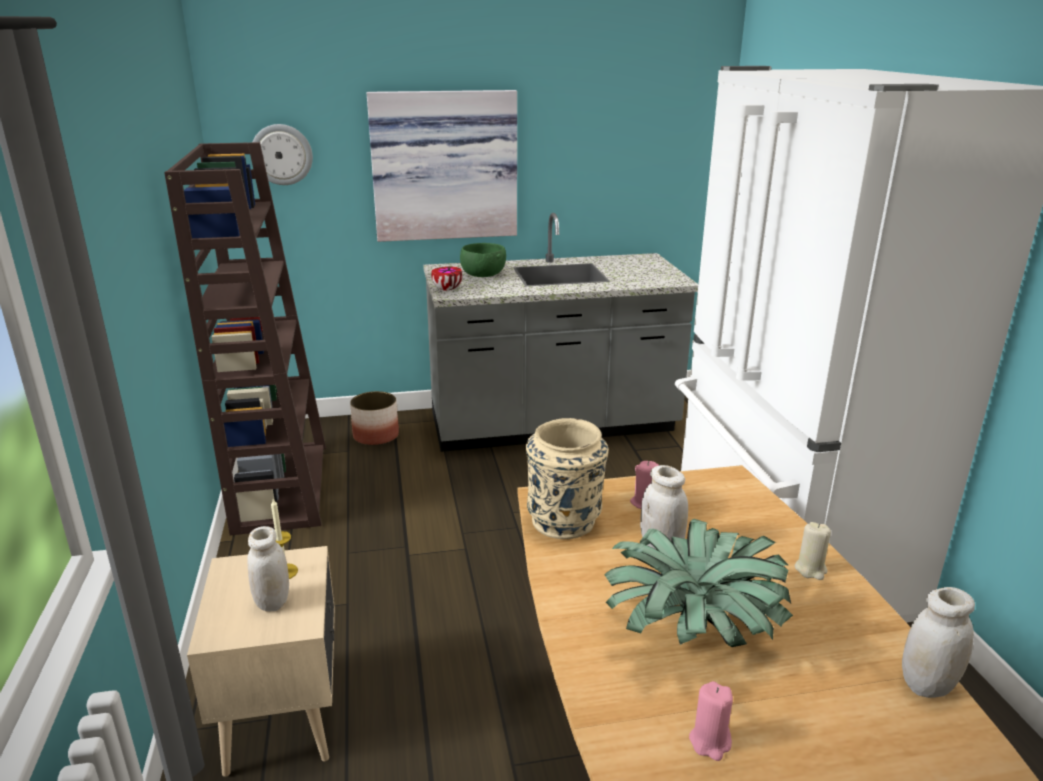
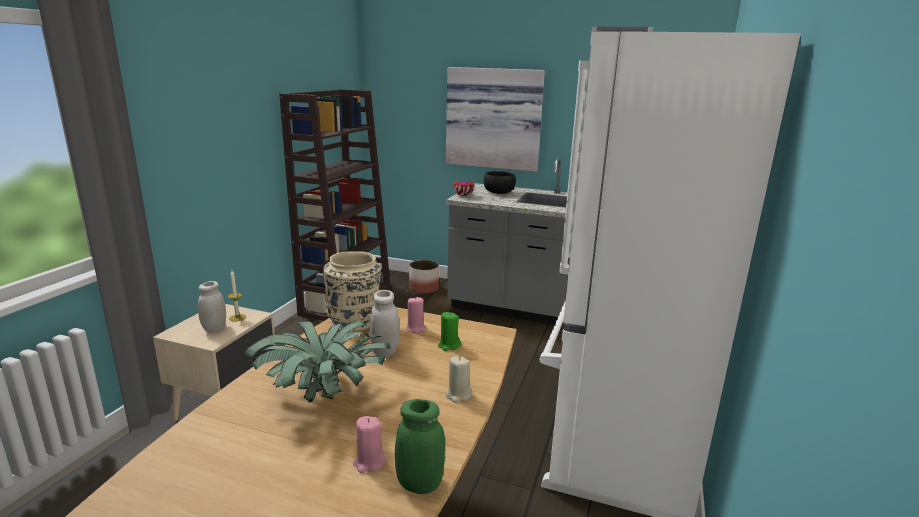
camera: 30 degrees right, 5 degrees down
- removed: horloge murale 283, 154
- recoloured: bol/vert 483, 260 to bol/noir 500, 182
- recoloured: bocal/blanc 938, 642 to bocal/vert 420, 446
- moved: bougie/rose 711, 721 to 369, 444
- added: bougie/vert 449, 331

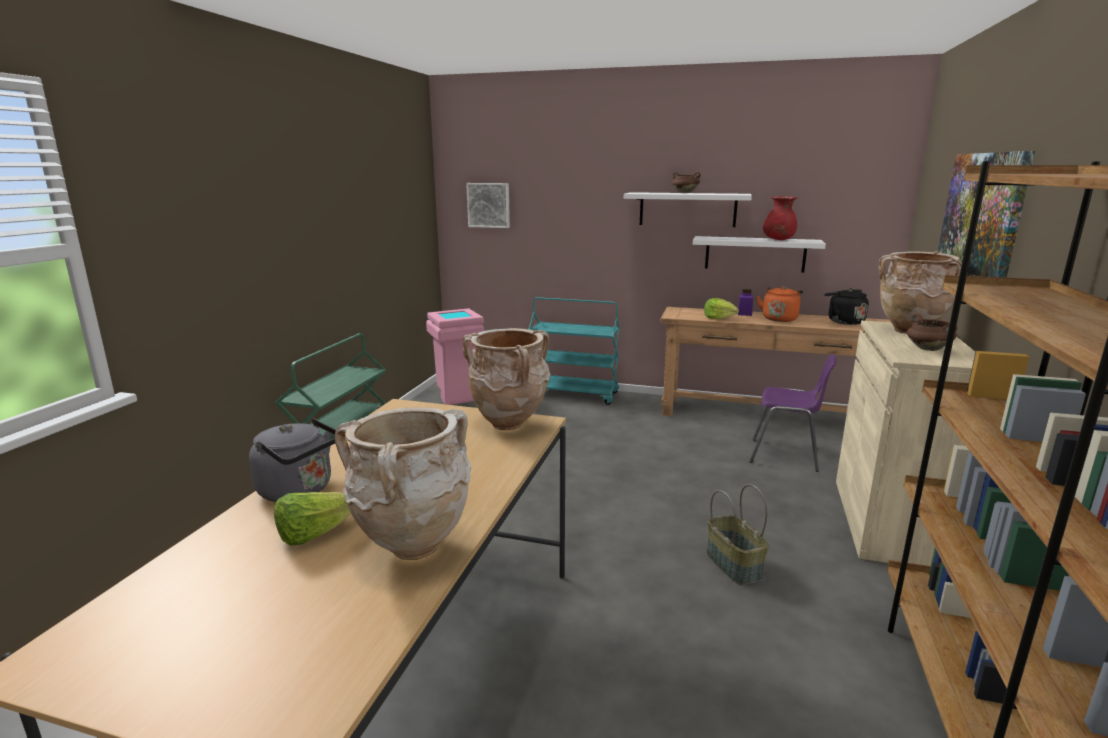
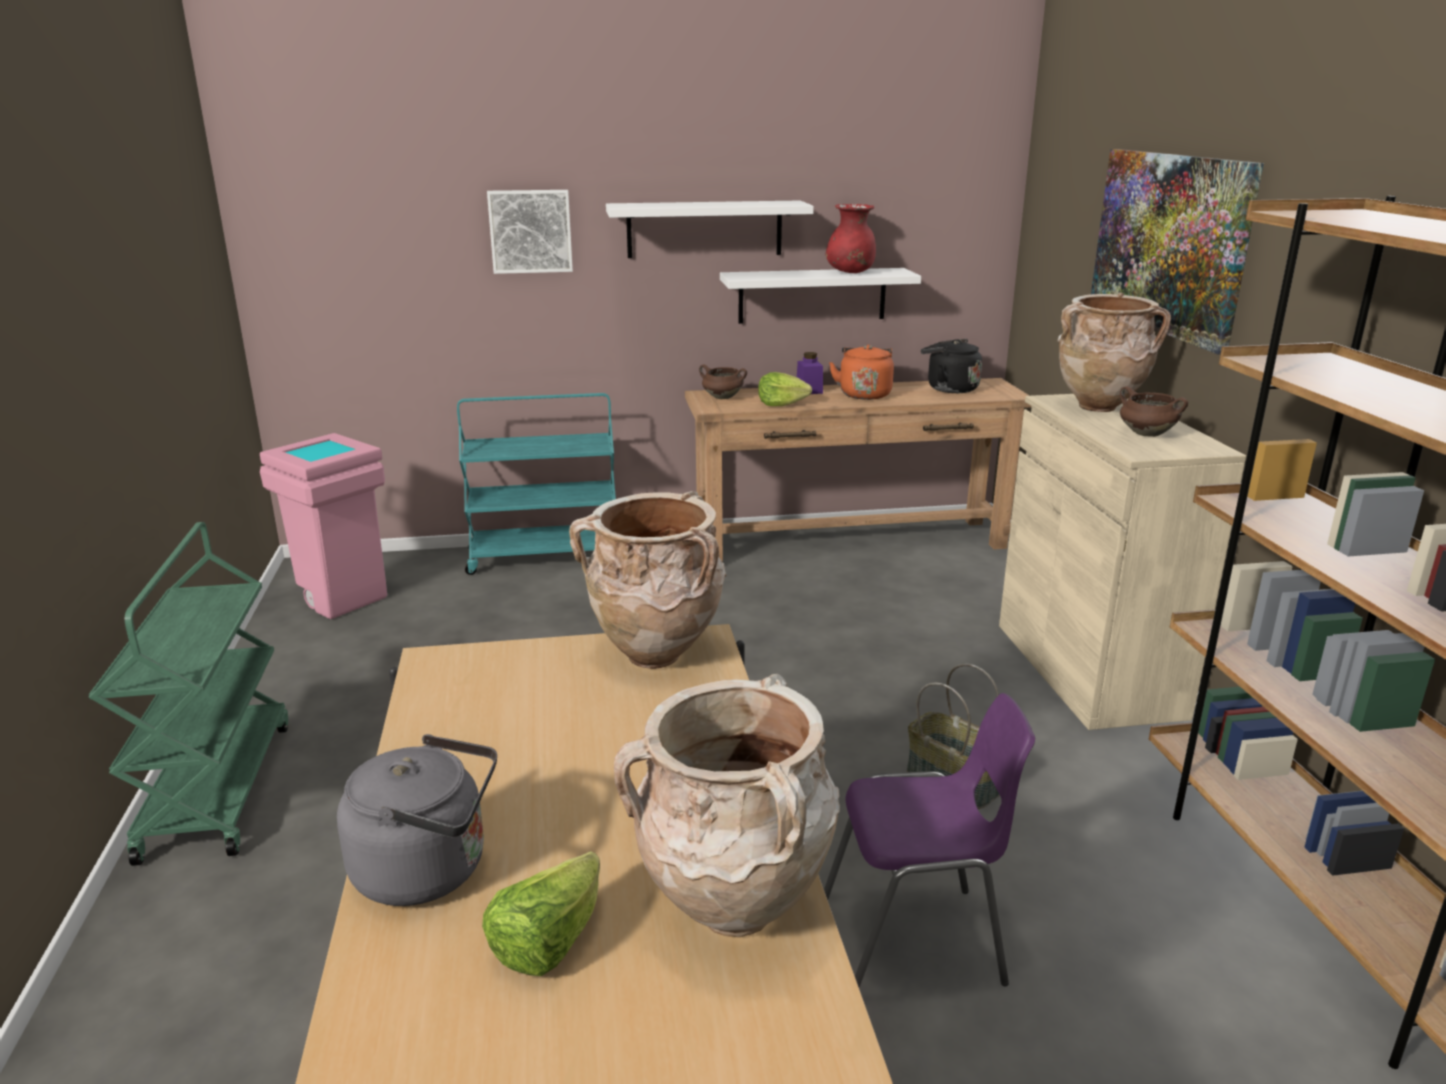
camera: 25 degrees left, 5 degrees up
- moved: marmite/marron 686, 182 to 723, 382
- moved: tableau 488, 205 to 530, 232
- moved: chaise/violet 792, 413 to 929, 840

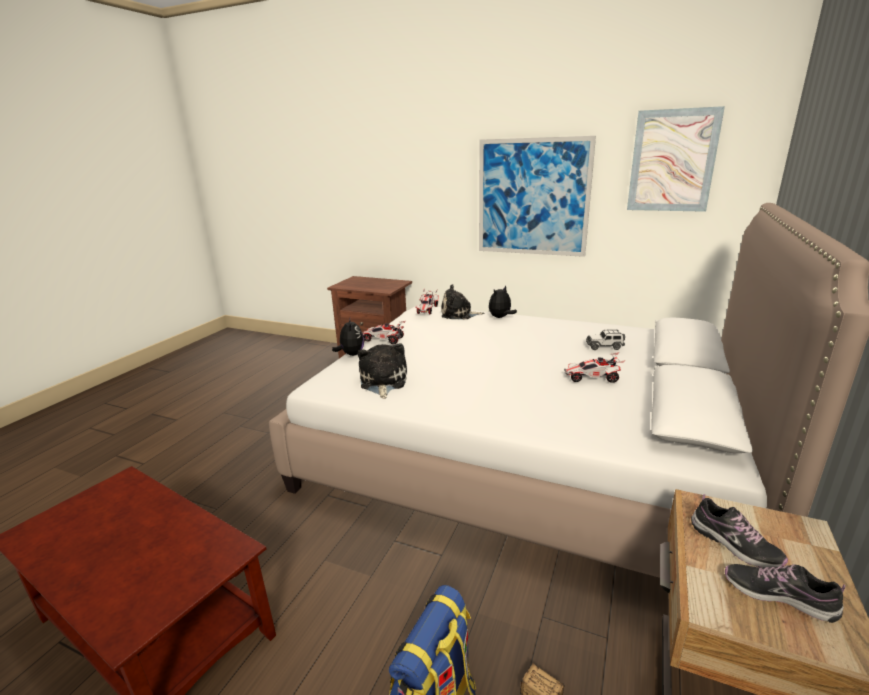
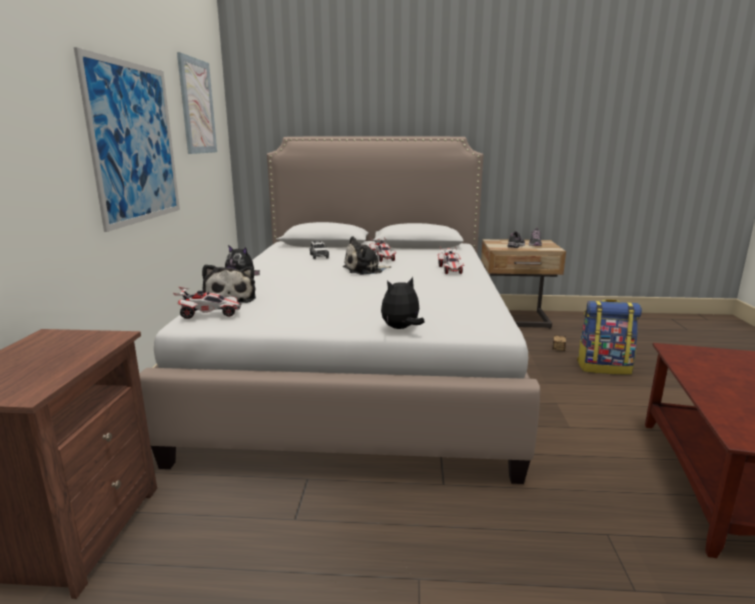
camera: 110 degrees left, 5 degrees down
- moved: petite voiture 384, 332 to 451, 260
- moved: peluche 382, 371 to 367, 255

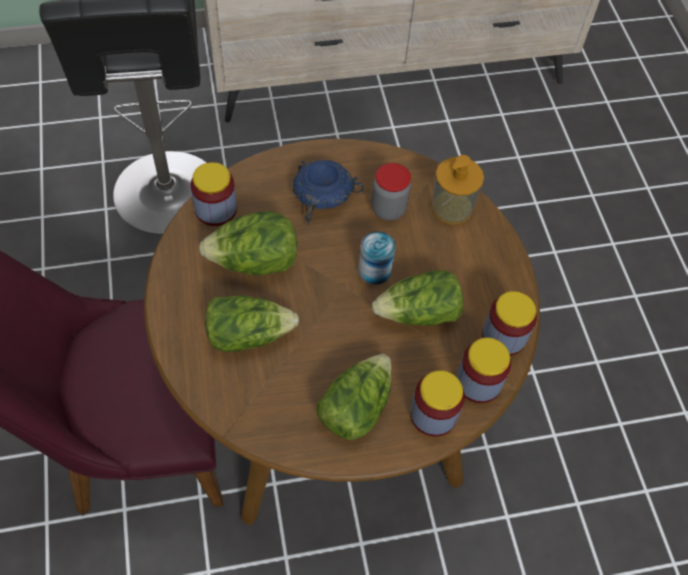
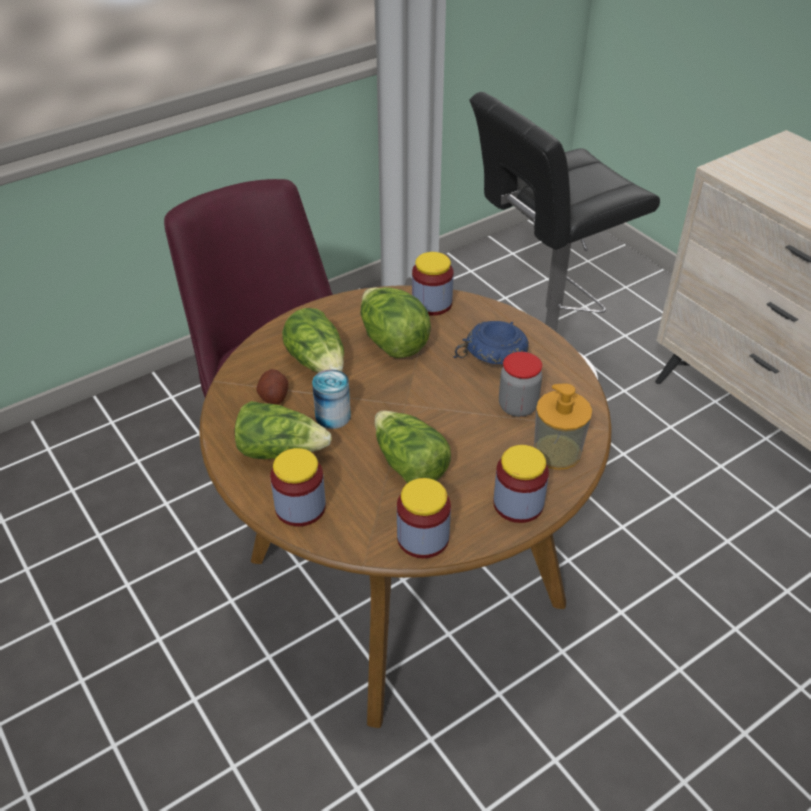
camera: 70 degrees right, 15 degrees down
- moved: boîte métallique 376, 258 to 331, 399
- moved: bocal 483, 370 to 521, 484
- added: pomme de terre 272, 387

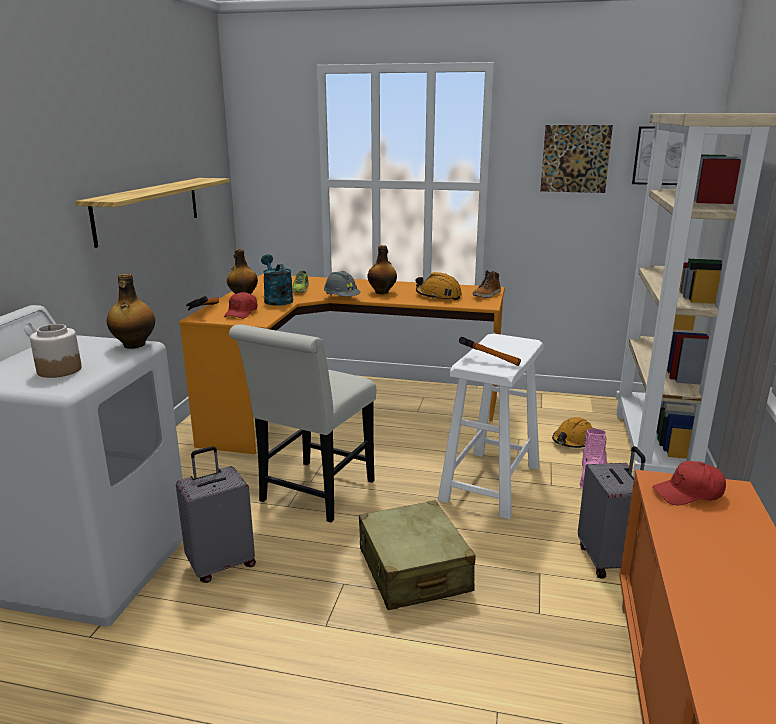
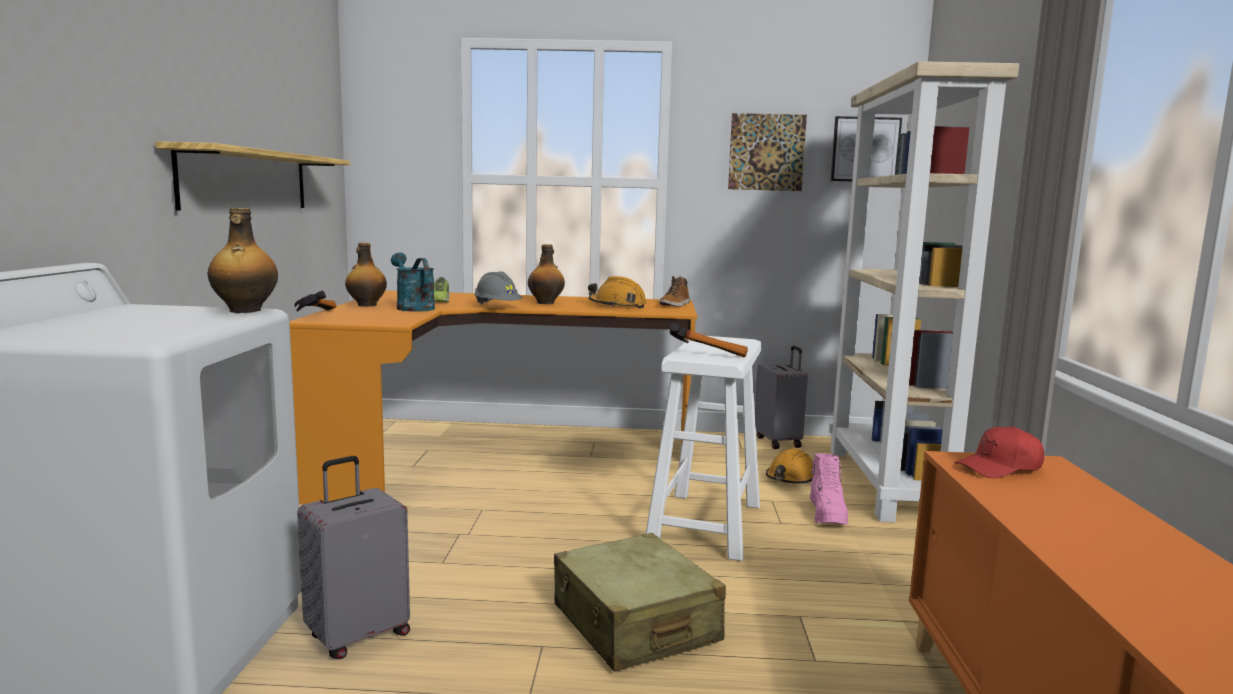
camera: 10 degrees left, 10 degrees down
- removed: casquette/rouge 240, 305
- removed: bocal 56, 351
- removed: chaise/blanc 302, 424
- moved: valise/gris 612, 512 to 781, 397

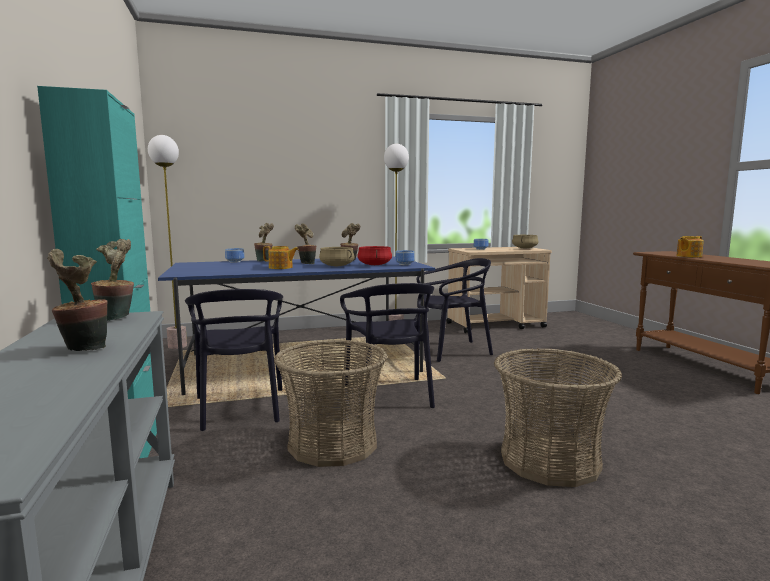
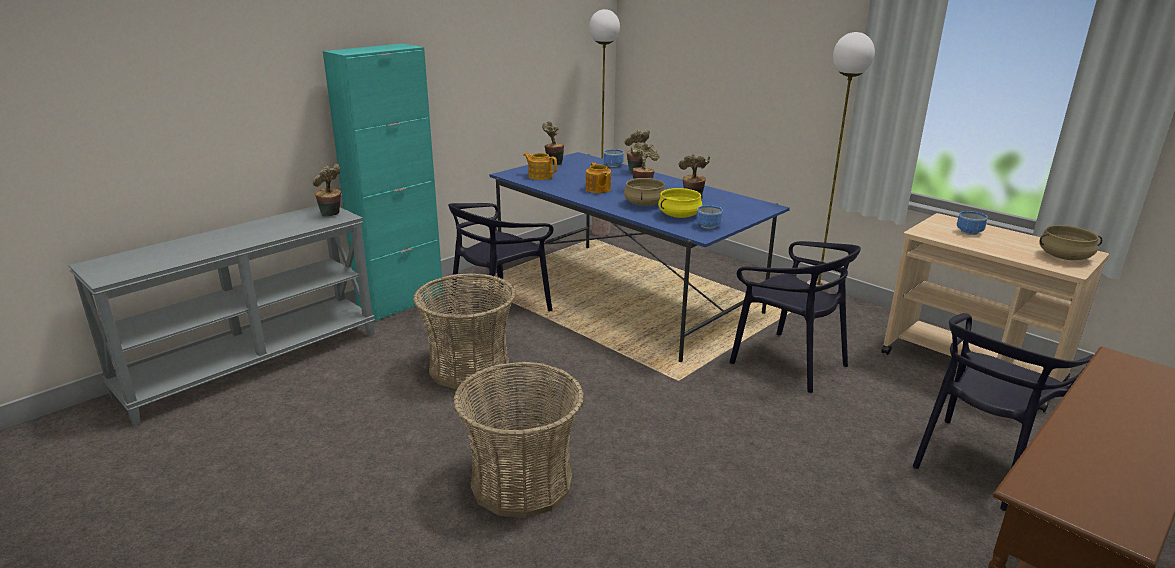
camera: 60 degrees right, 15 degrees up
- moved: théière 690, 246 to 540, 166
- recoloured: marmite/rouge 374, 255 to marmite/jaune 680, 203
- moved: plante en pot 78, 300 to 553, 143
- moved: chaise/noir 387, 348 to 1003, 412

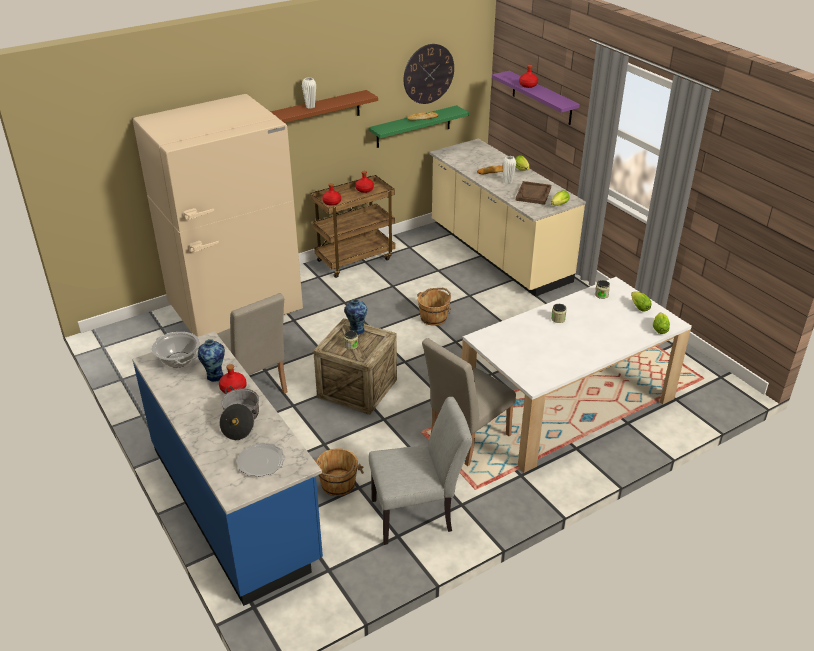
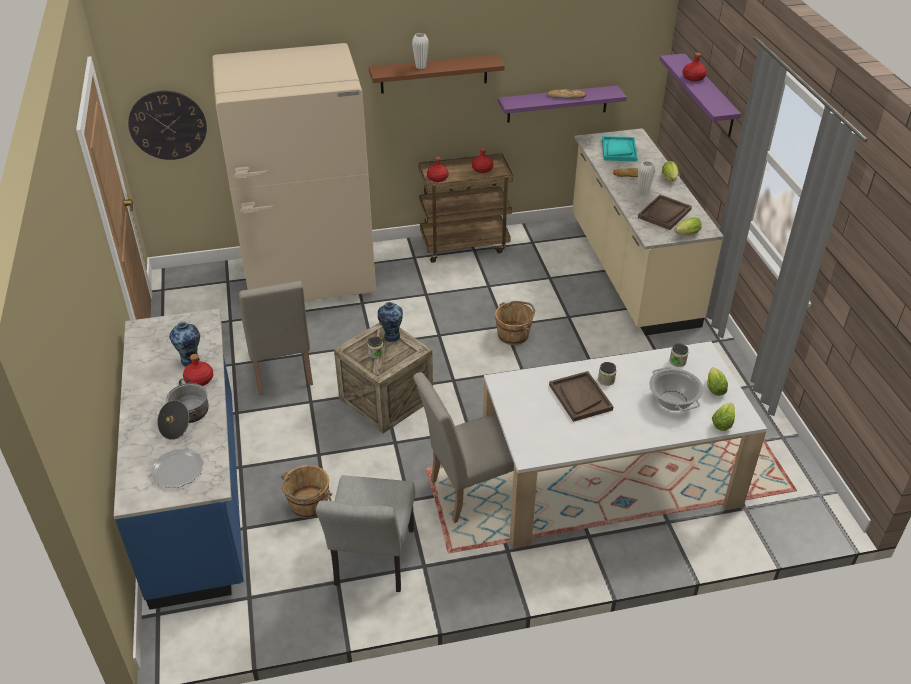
camera: 20 degrees right, 5 degrees up
- moved: horloge murale 429, 74 to 167, 125
- recoloured: étagère/vert 419, 126 to étagère/violet 562, 104
- moved: marmite 176, 350 to 676, 389
- turned: chaise/gris 420, 471 = 365, 533 90 degrees clockwise
- added: plateau/turquoise 620, 148
- added: plateau/marron 581, 396

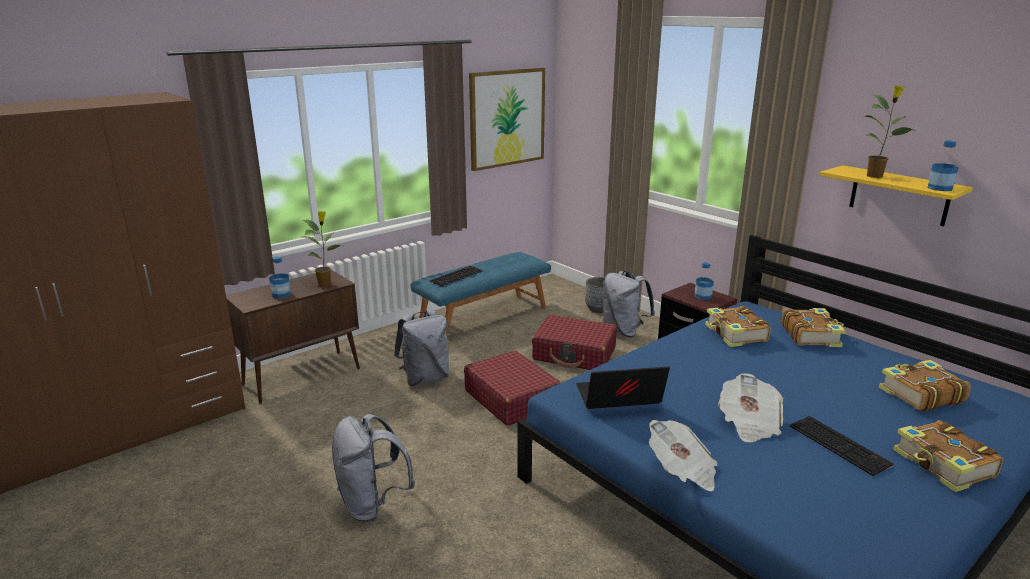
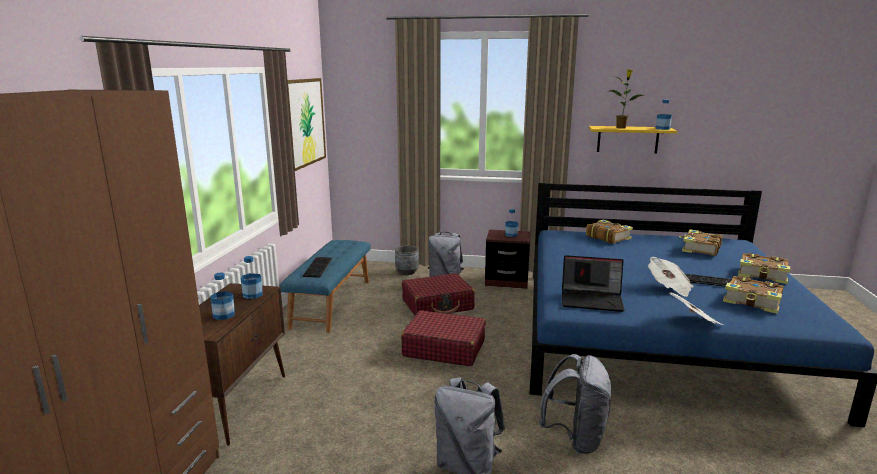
camera: 40 degrees left, 5 degrees down
- replaced: plante en pot 323, 249 to bouteille 252, 277
- moved: livre 738, 326 to 753, 295
- moved: sac à dos/gris 421, 348 to 575, 404
- turned: ordinateur portable 623, 388 = 593, 283 120 degrees counterclockwise

